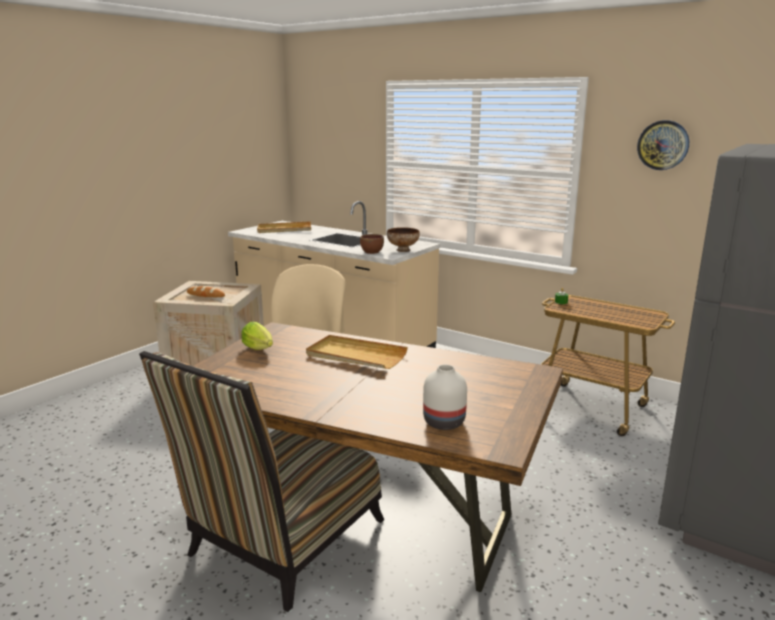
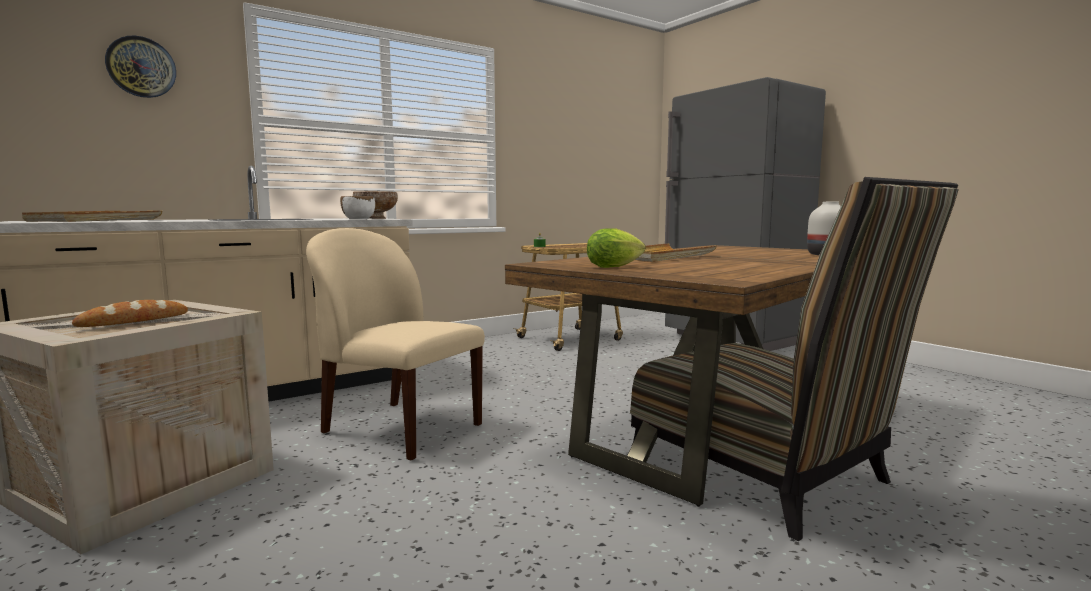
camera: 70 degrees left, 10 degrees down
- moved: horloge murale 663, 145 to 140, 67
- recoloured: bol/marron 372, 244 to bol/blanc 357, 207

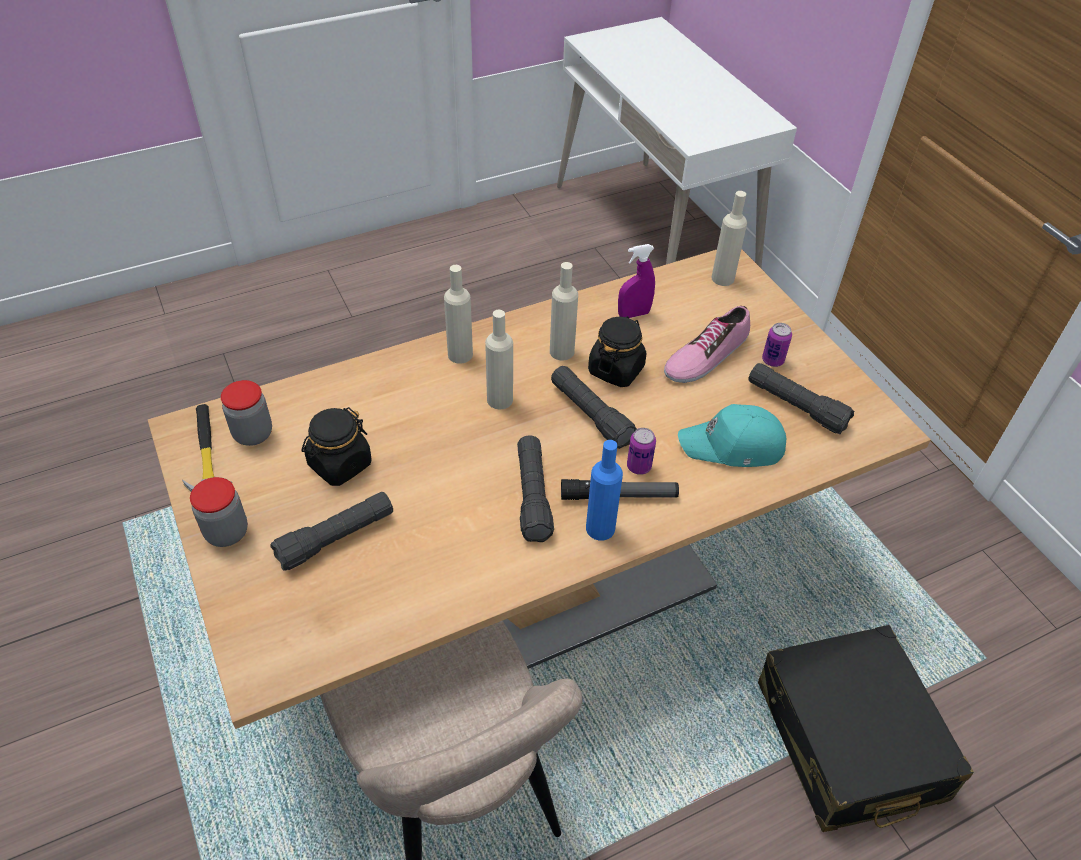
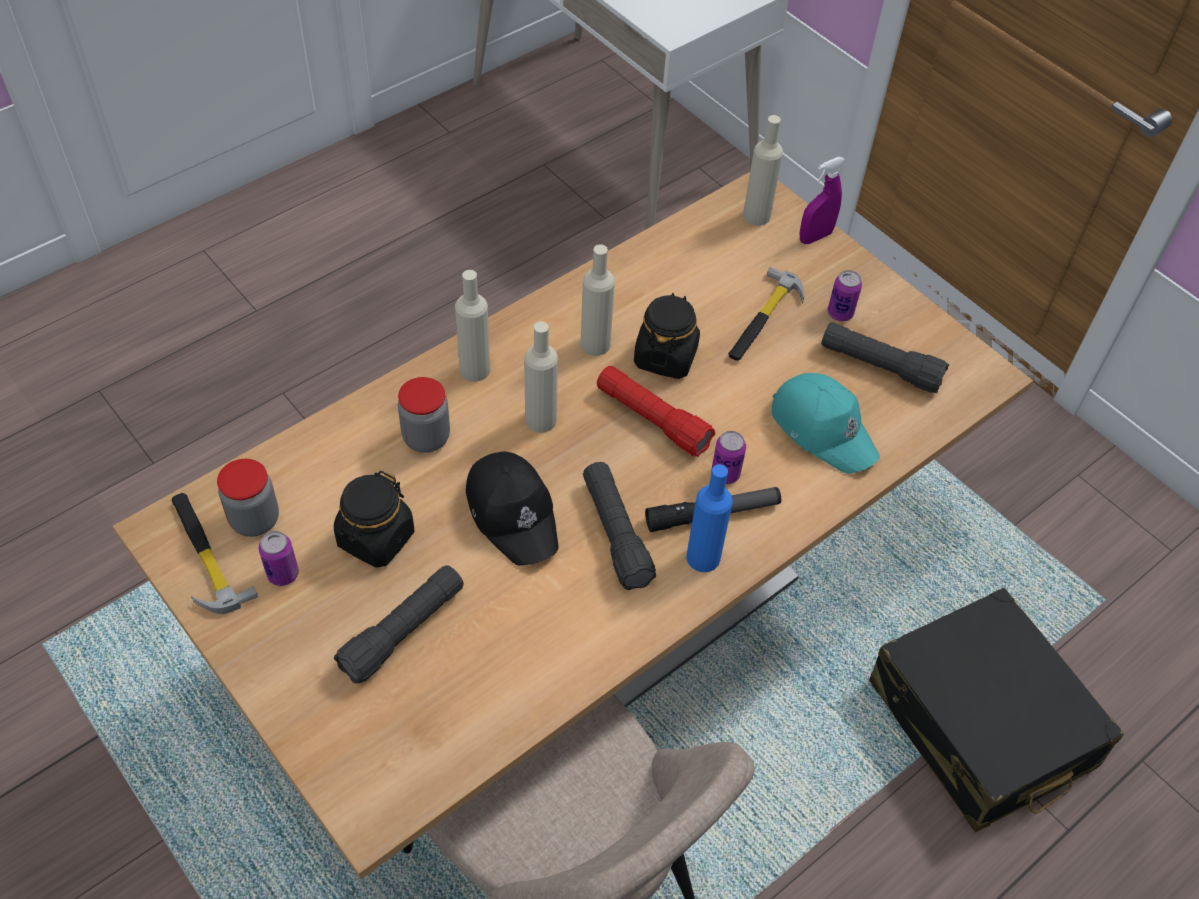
camera: 15 degrees left, 5 degrees up
- moved: vaporisateur/violet 636, 281 to 823, 200
- replaced: chaussure 707, 344 to marteau 766, 314
- recoloured: lampe de poche/noir 594, 407 to lampe de poche/rouge 656, 411
- turned: casquette/turquoise 732, 435 = 826, 423 120 degrees counterclockwise
- moved: bocal 219, 512 to 424, 415
- added: casquette/noir 512, 509
- added: boîte métallique 279, 558

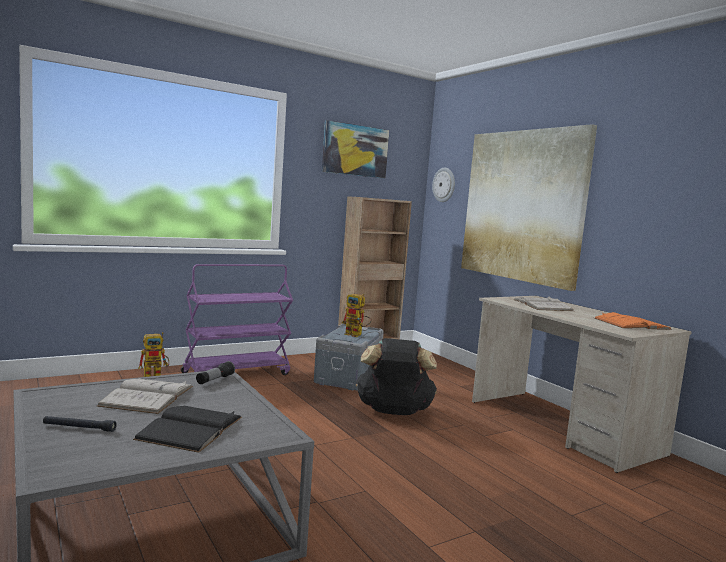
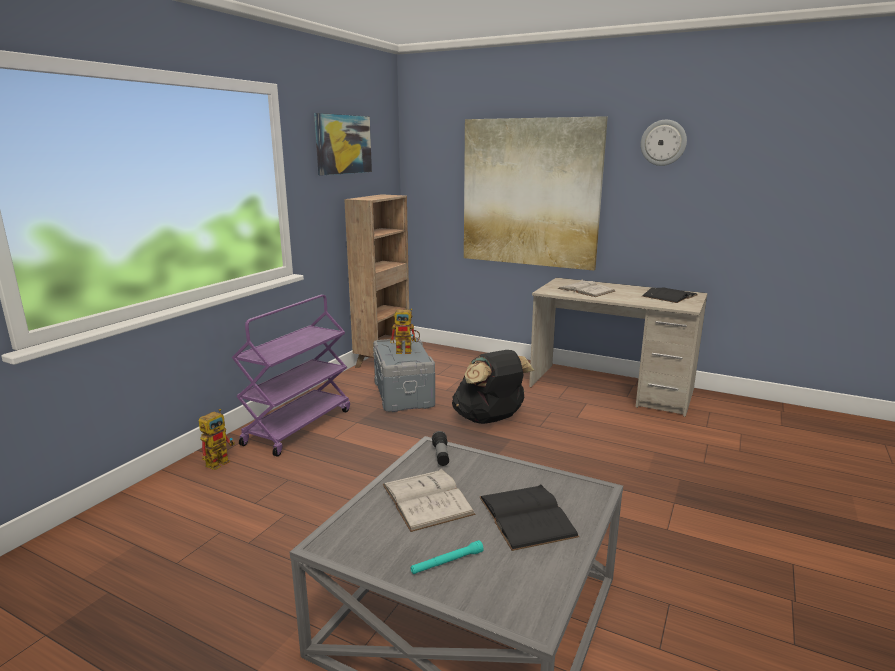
camera: 30 degrees left, 10 degrees up
- moved: horloge murale 443, 185 to 664, 143
- recoloured: livre/orange 633, 321 to livre/noir 669, 295
- recoloured: lampe de poche/noir 80, 424 to lampe de poche/turquoise 446, 557

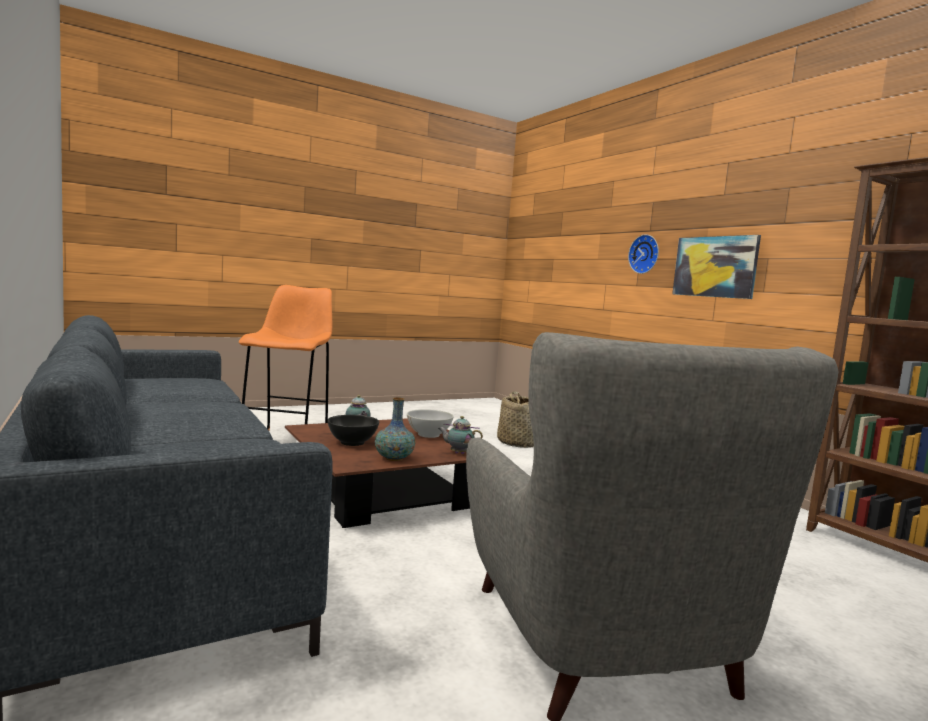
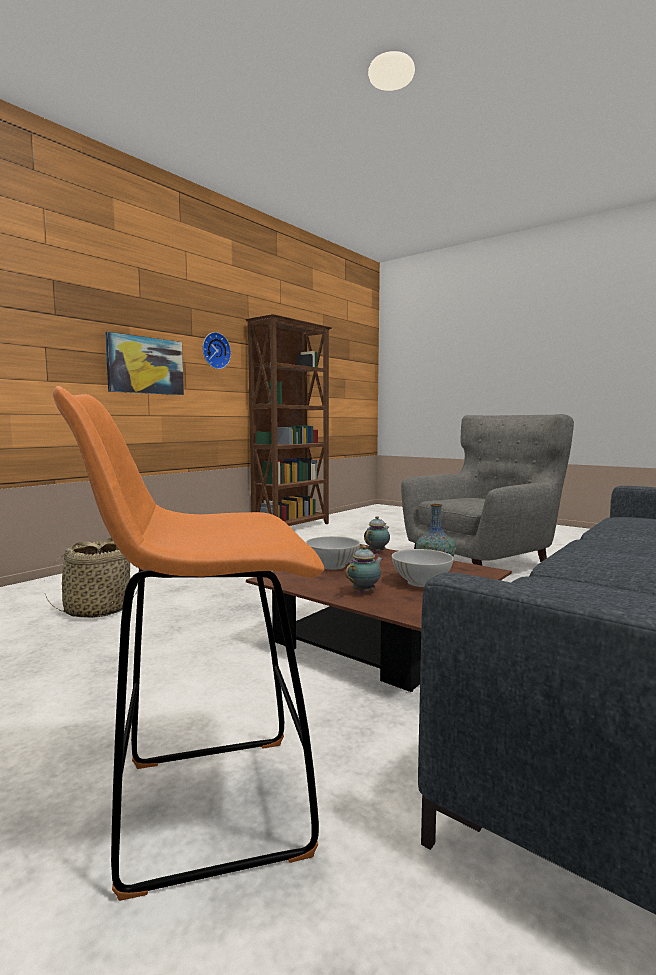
camera: 110 degrees left, 0 degrees up
- moved: horloge murale 643, 254 to 217, 350
- recoloured: bol/noir 353, 430 to bol/blanc 423, 568
- turned: théière 460, 435 = 377, 534 135 degrees counterclockwise

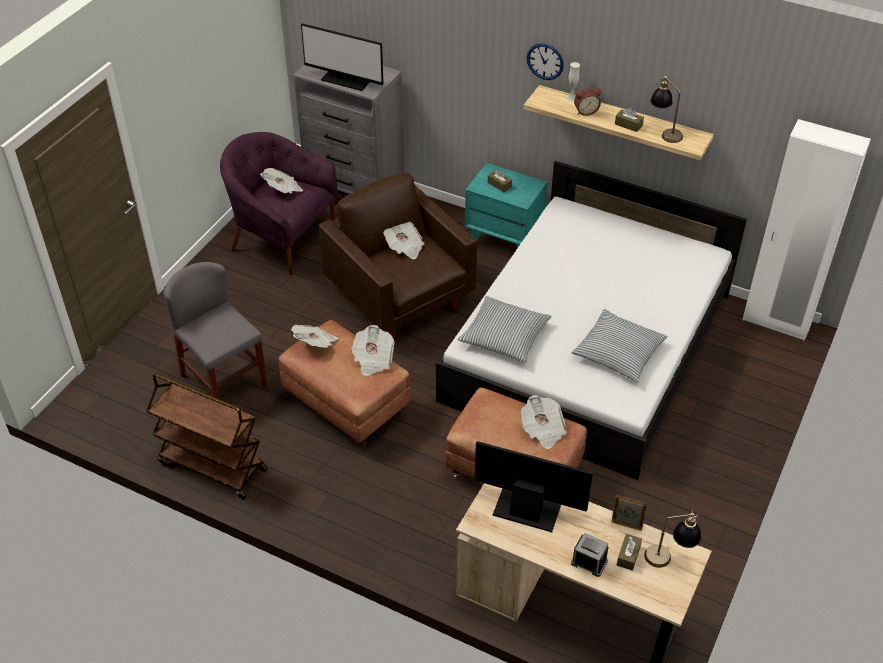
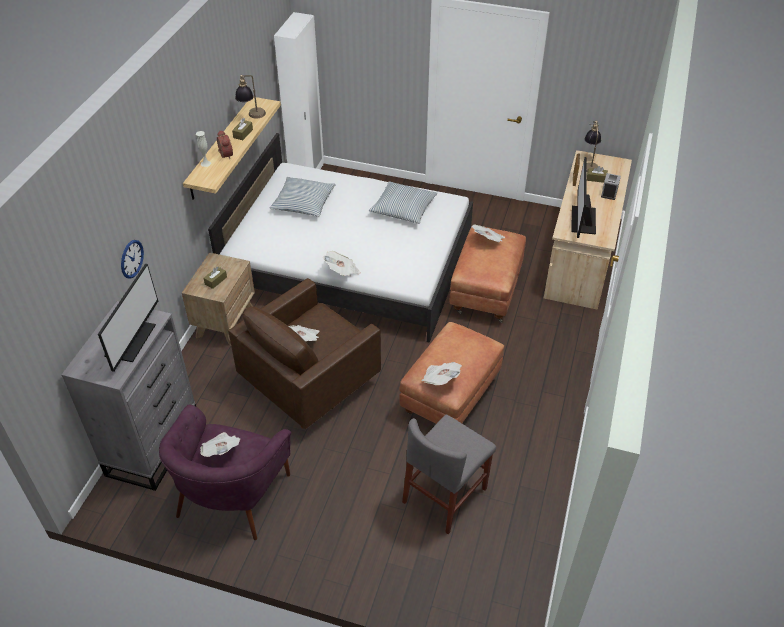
camera: 100 degrees left, 0 degrees up
- moved: horloge murale 545, 62 to 132, 259
- recoloured: table de chevet/turquoise 506, 206 to table de chevet/marron 218, 299
- moved: coussin 505, 329 to 302, 197
- moved: journal 373, 350 to 342, 263
- removed: chariot/marron 207, 437

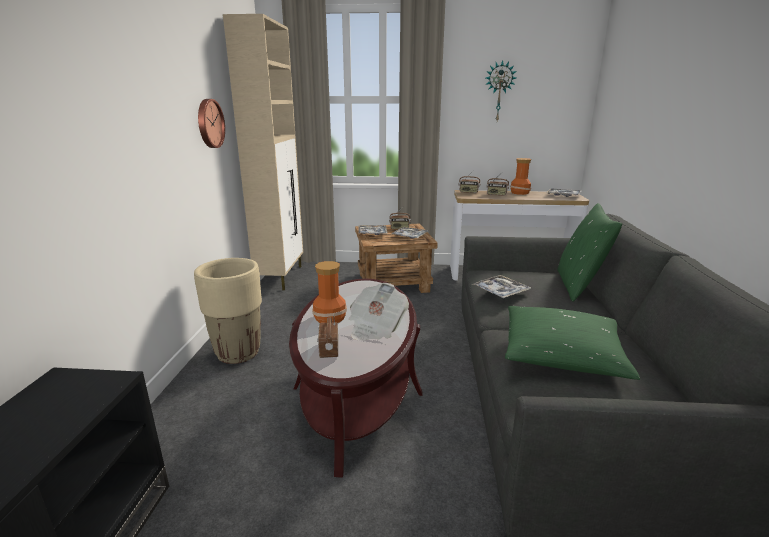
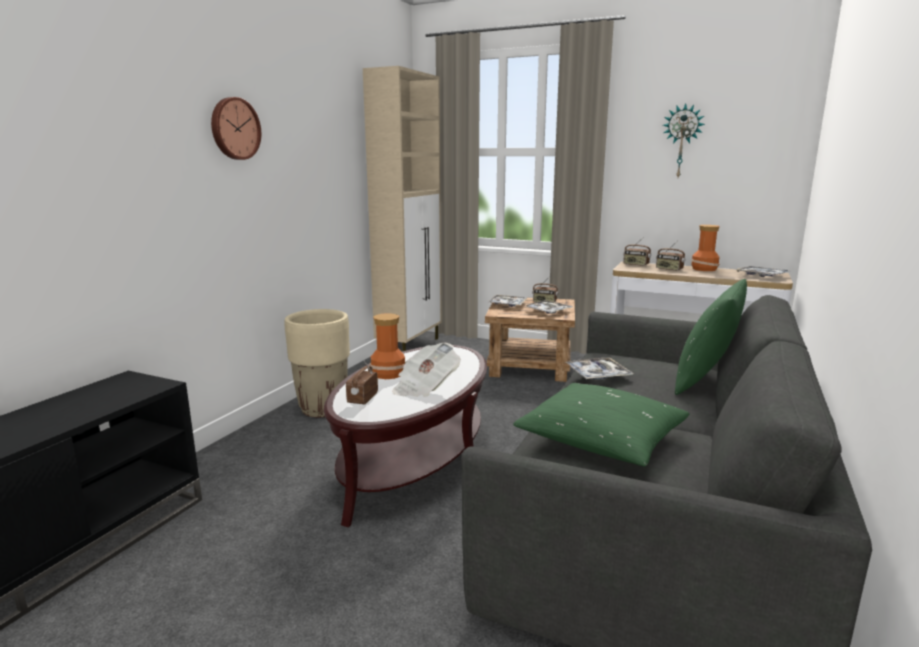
camera: 20 degrees right, 5 degrees down
- moved: horloge murale 211, 123 to 236, 128

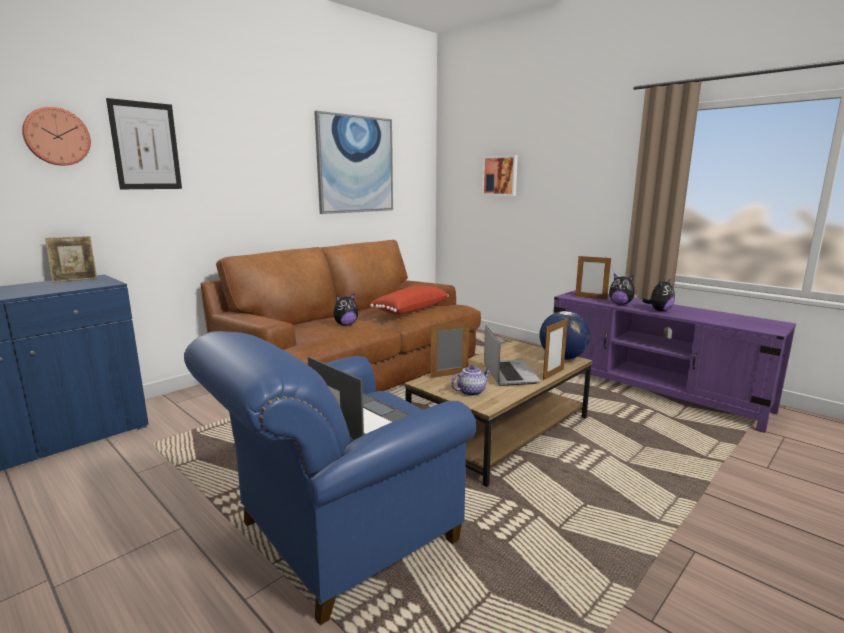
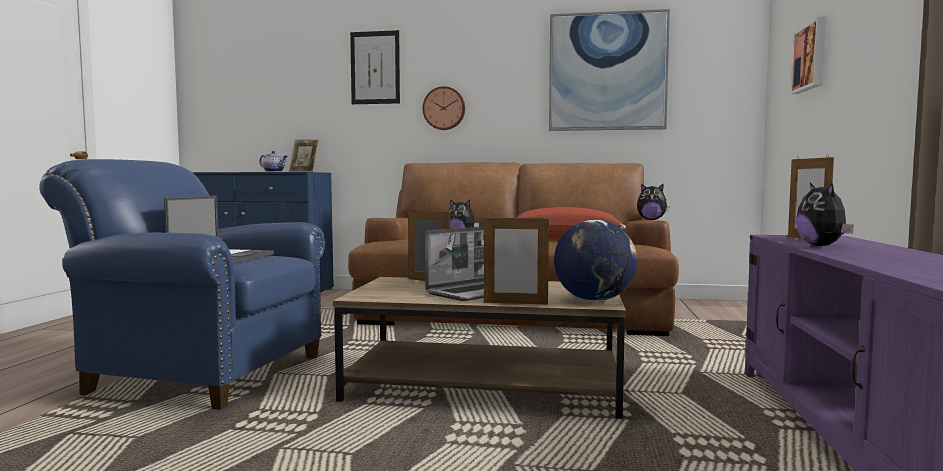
camera: 55 degrees right, 10 degrees down
- moved: horloge murale 56, 136 to 443, 108
- moved: peluche 658, 295 to 653, 201
- moved: théière 471, 380 to 274, 161

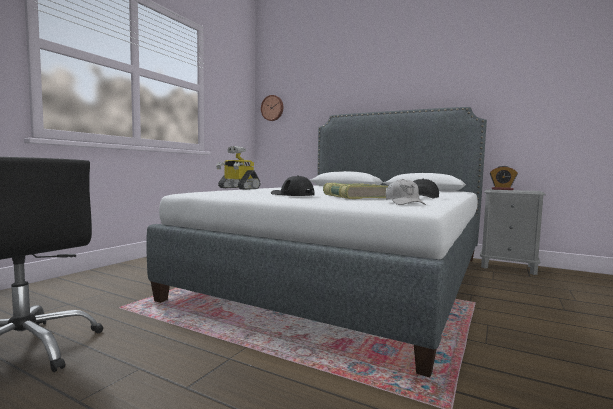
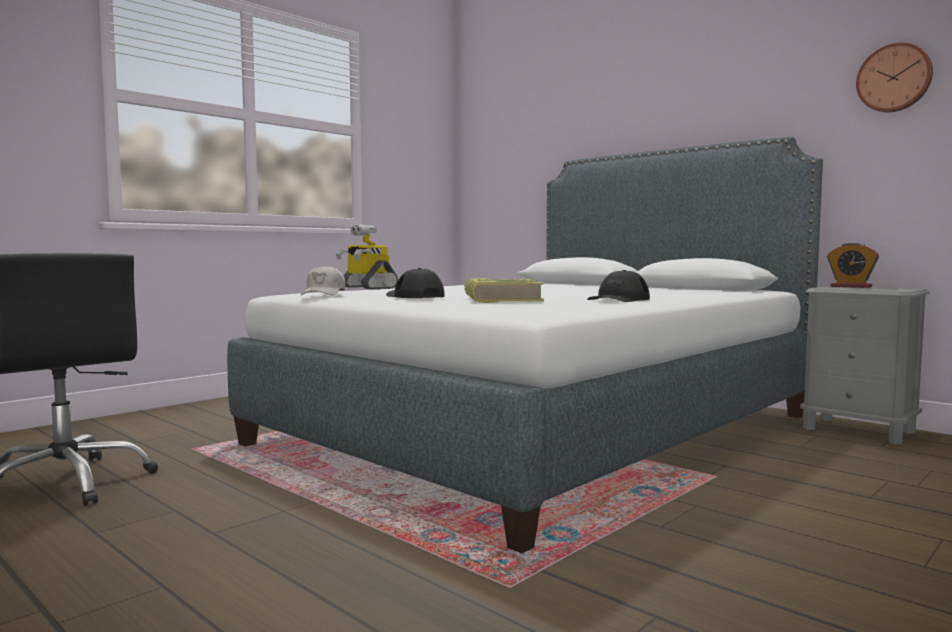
camera: 15 degrees right, 0 degrees up
- moved: horloge murale 272, 108 to 894, 77
- moved: casquette/blanc 406, 192 to 323, 280

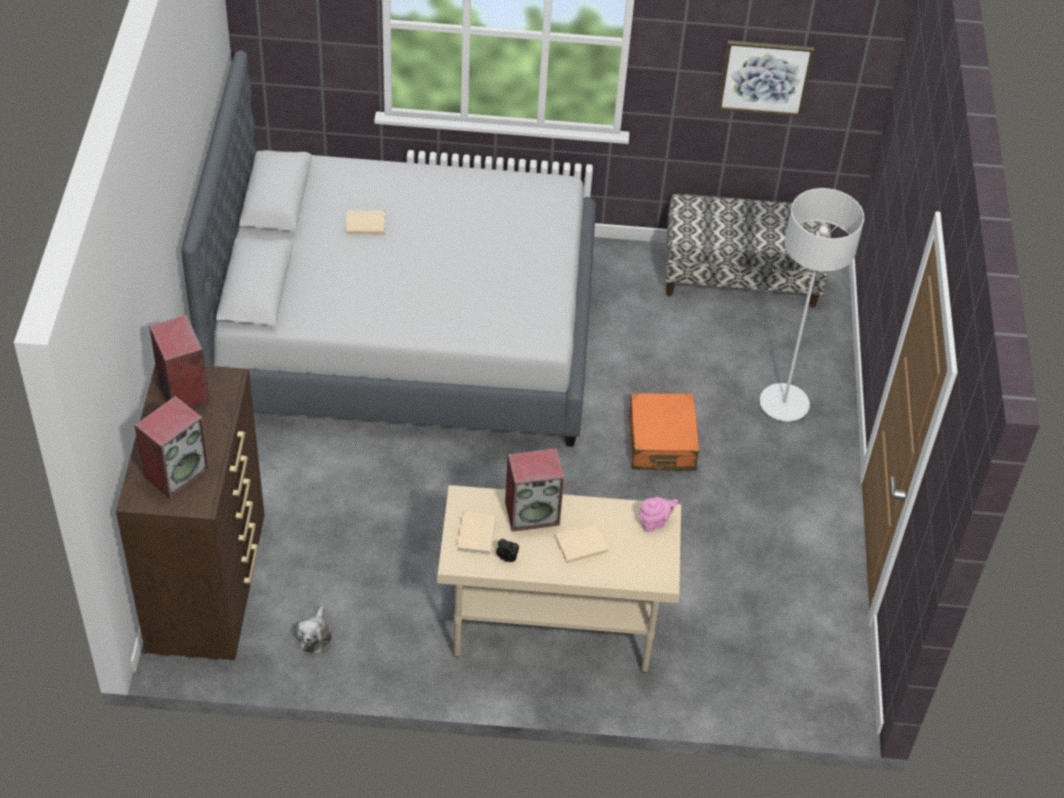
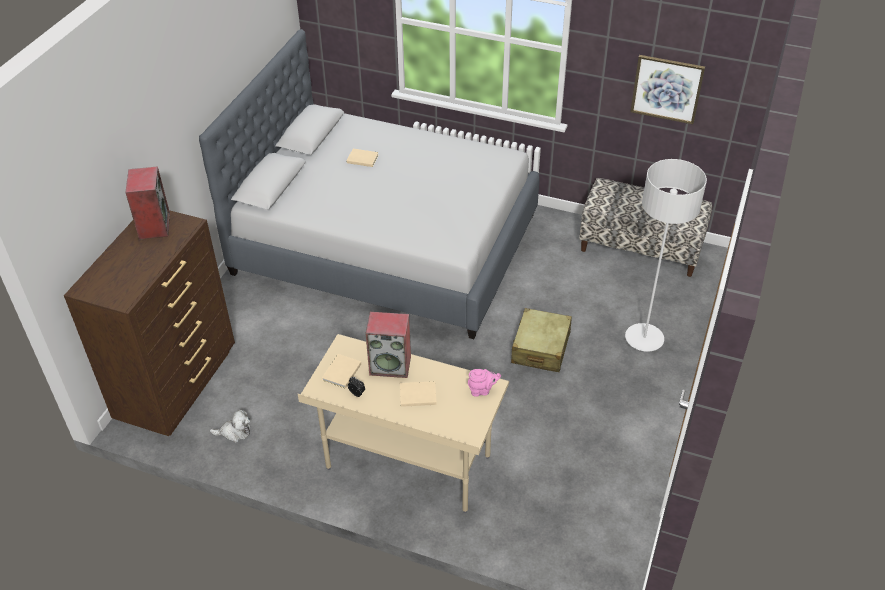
camera: 20 degrees right, 5 degrees down
- recoloured: valise/orange 664, 432 to valise/beige 541, 340
- removed: enceinte 172, 447
- turned: peluche 314, 630 = 230, 426 120 degrees counterclockwise

